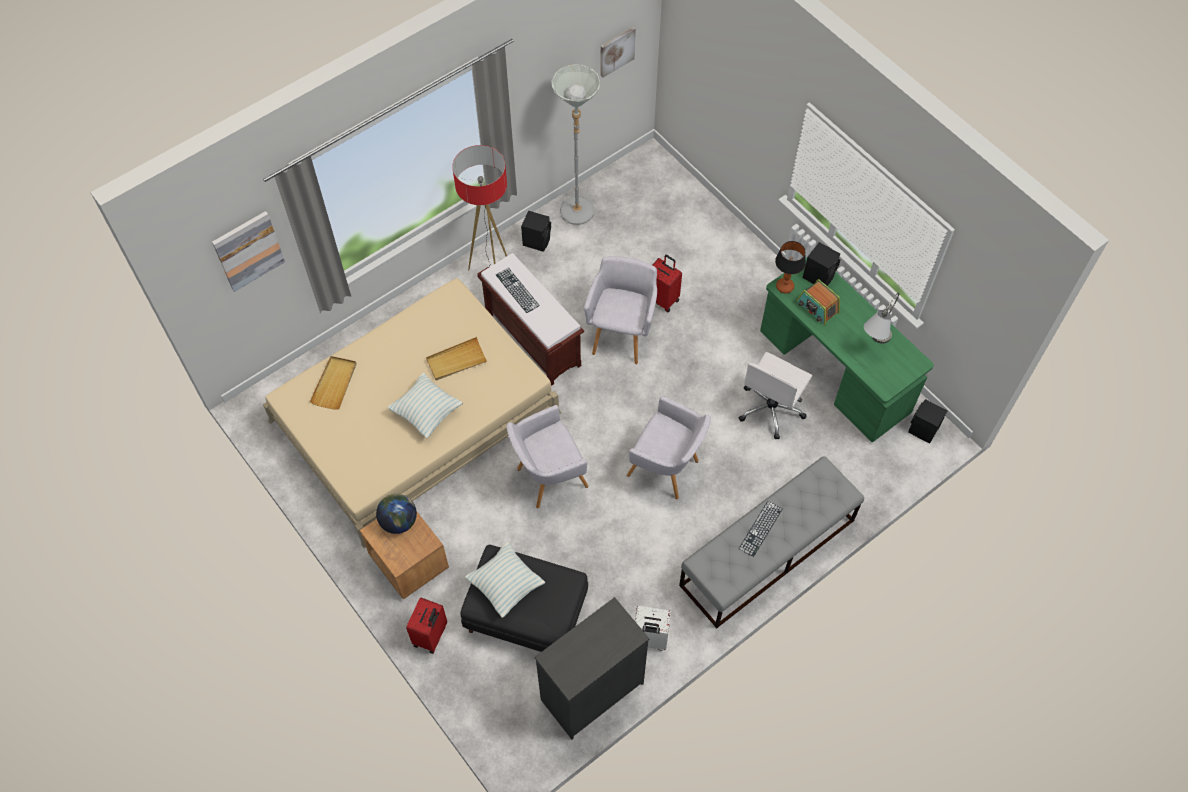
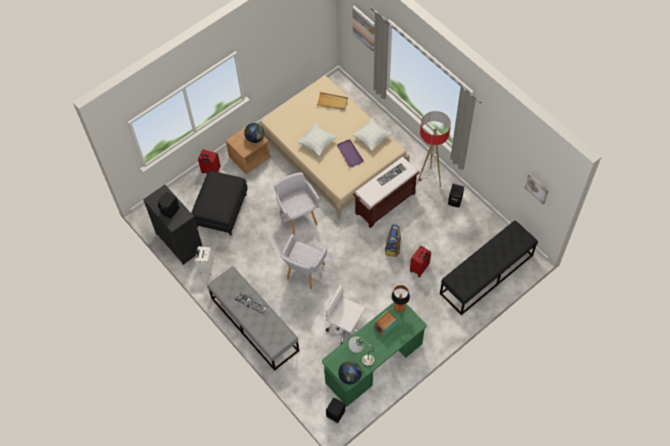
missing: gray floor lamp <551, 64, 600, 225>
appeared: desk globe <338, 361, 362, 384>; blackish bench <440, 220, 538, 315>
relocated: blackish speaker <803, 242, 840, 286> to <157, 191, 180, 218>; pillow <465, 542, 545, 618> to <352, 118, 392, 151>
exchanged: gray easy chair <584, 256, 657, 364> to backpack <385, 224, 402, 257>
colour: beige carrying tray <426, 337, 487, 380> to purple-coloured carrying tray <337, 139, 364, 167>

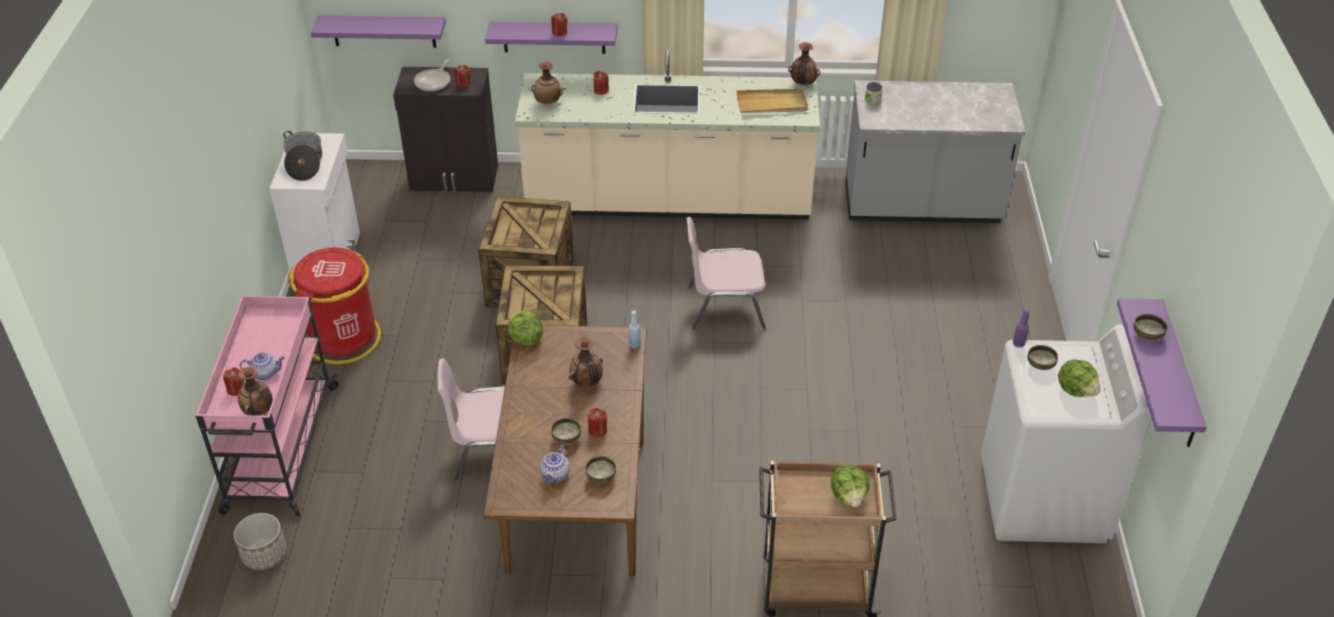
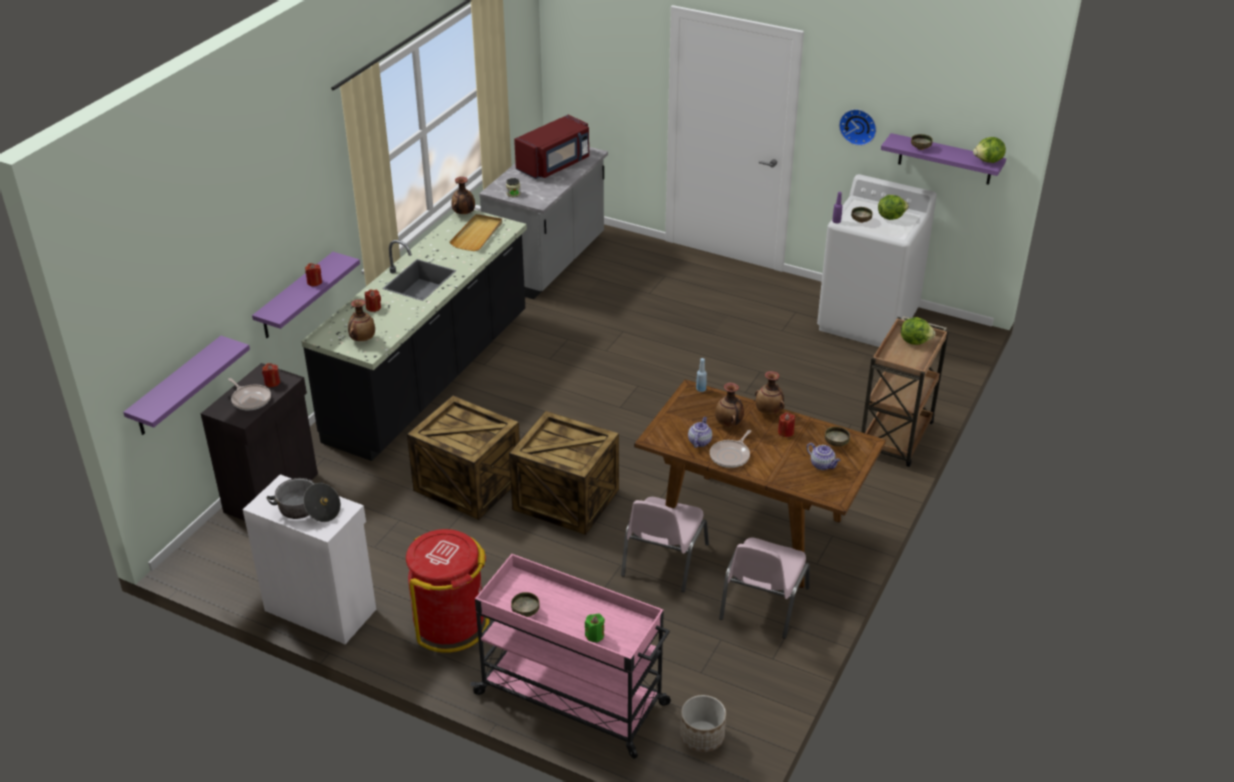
appeared: reddish microwave oven <514, 115, 589, 179>; skillet <710, 430, 751, 468>; hanging clock <839, 109, 877, 146>
relocated: serving bowl <551, 418, 581, 444> to <511, 592, 540, 617>; teapot <239, 352, 285, 380> to <688, 417, 712, 448>; pink-coloured upright chair <687, 217, 766, 329> to <719, 538, 810, 638>; decorative vase <238, 367, 273, 416> to <755, 371, 785, 415>; lettuce <508, 311, 543, 346> to <973, 137, 1006, 163>
colour: beige kitchen counter <515, 49, 820, 220> to blackish kitchen counter <301, 210, 527, 461>; reddish wax candle <223, 367, 244, 396> to greenish wax candle <585, 613, 605, 642>

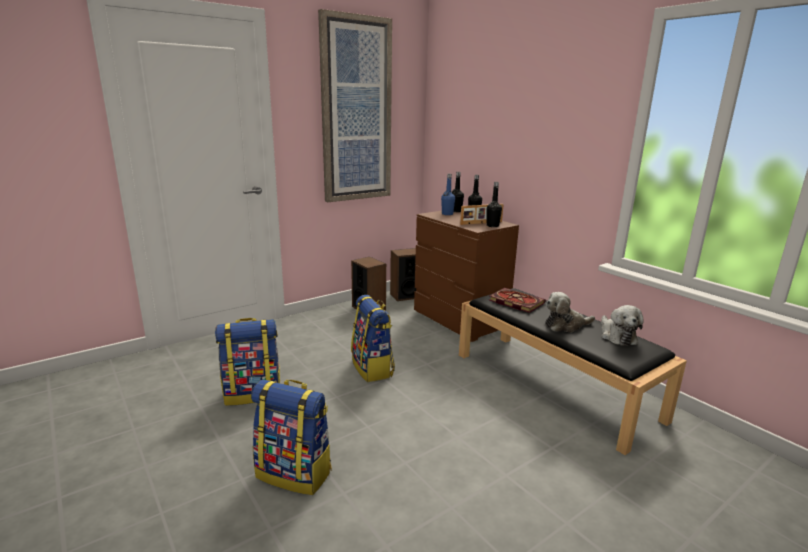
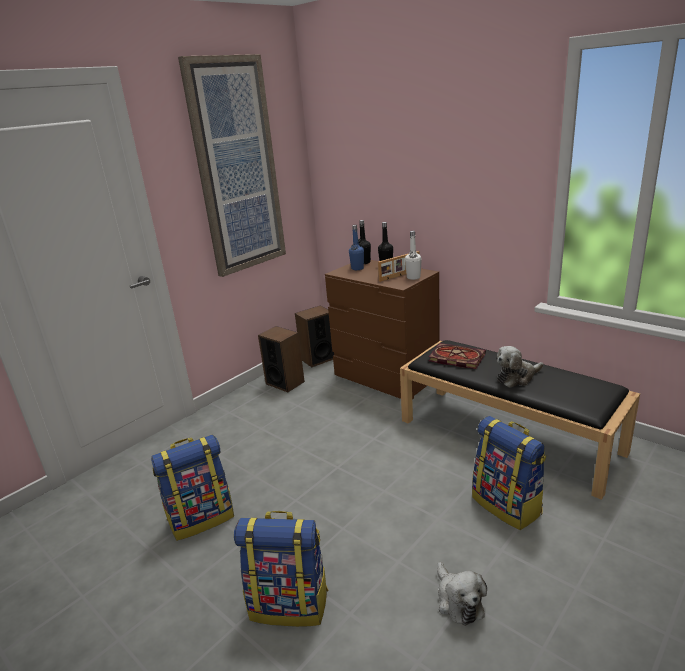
relocated: cuddly toy <601, 305, 644, 346> to <437, 562, 487, 626>; backpack <351, 295, 395, 382> to <472, 416, 546, 530>
colour: blackish beverage bottle <487, 182, 502, 227> to whitish beverage bottle <405, 231, 422, 280>

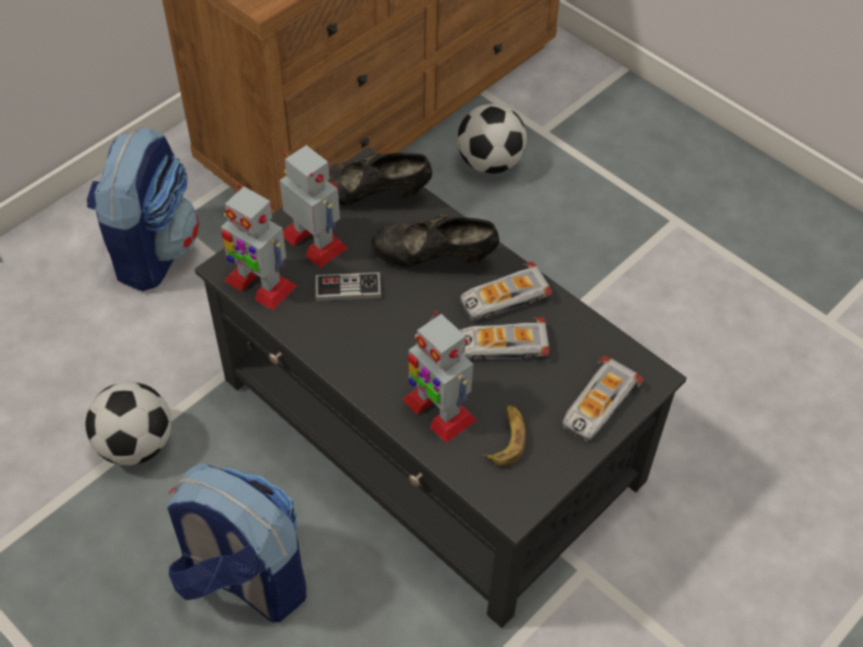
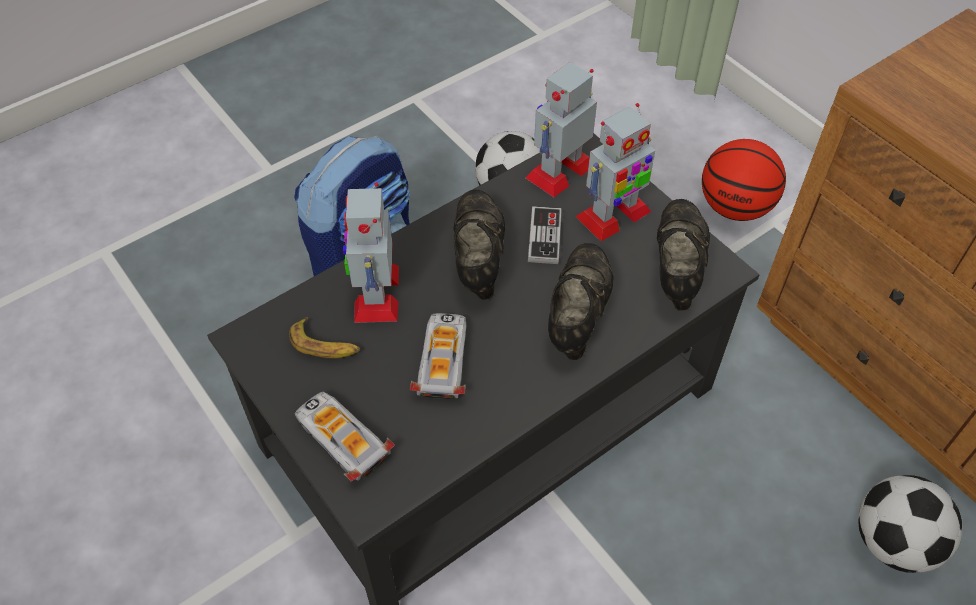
missing: toy car <460, 262, 552, 321>
appeared: blackish low shoe <453, 190, 505, 300>
exchanged: backpack <87, 127, 199, 291> to basketball <702, 139, 786, 221>
spun: model robot <402, 311, 477, 443> = <343, 182, 399, 323> 60 degrees counterclockwise

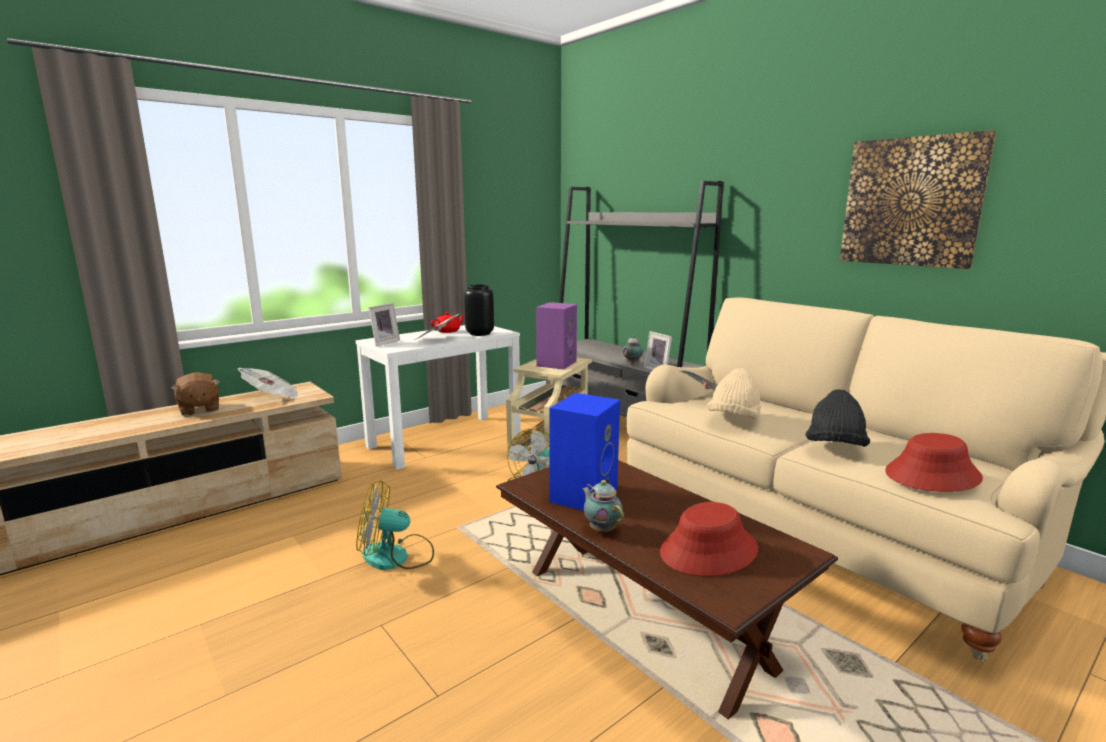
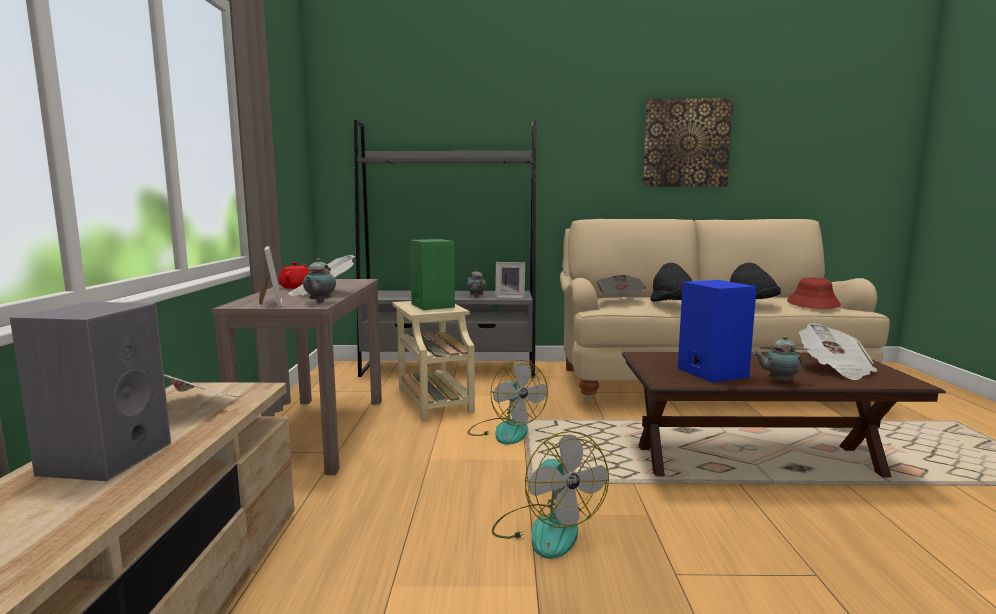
missing: blackish decorative vase <464, 284, 494, 336>
appeared: teapot <303, 258, 336, 303>
exchanged: brown-coloured cuddly toy <171, 372, 220, 416> to gray speaker <10, 302, 171, 481>; reddish hat <660, 502, 758, 576> to daily paper <799, 323, 877, 380>
colour: whitish hall table <355, 325, 521, 470> to brown-coloured hall table <212, 279, 382, 475>; purple-coloured speaker <536, 302, 577, 369> to greenish speaker <410, 239, 455, 310>; beige hat <707, 368, 761, 419> to blackish hat <650, 263, 692, 302>
spun: electric fan <356, 480, 434, 570> = <492, 431, 609, 559> 60 degrees counterclockwise

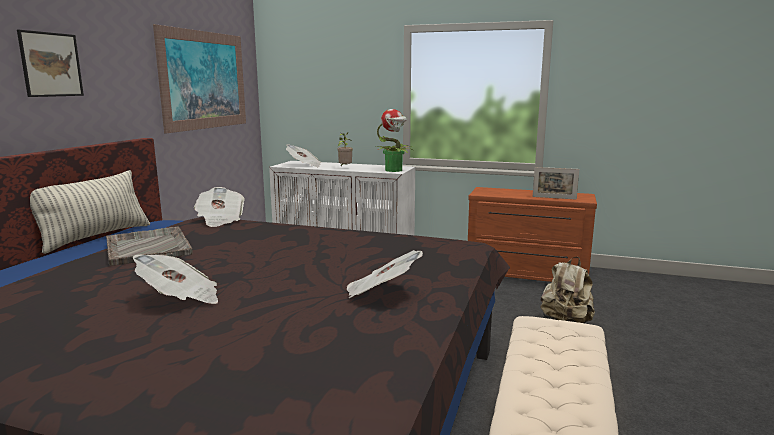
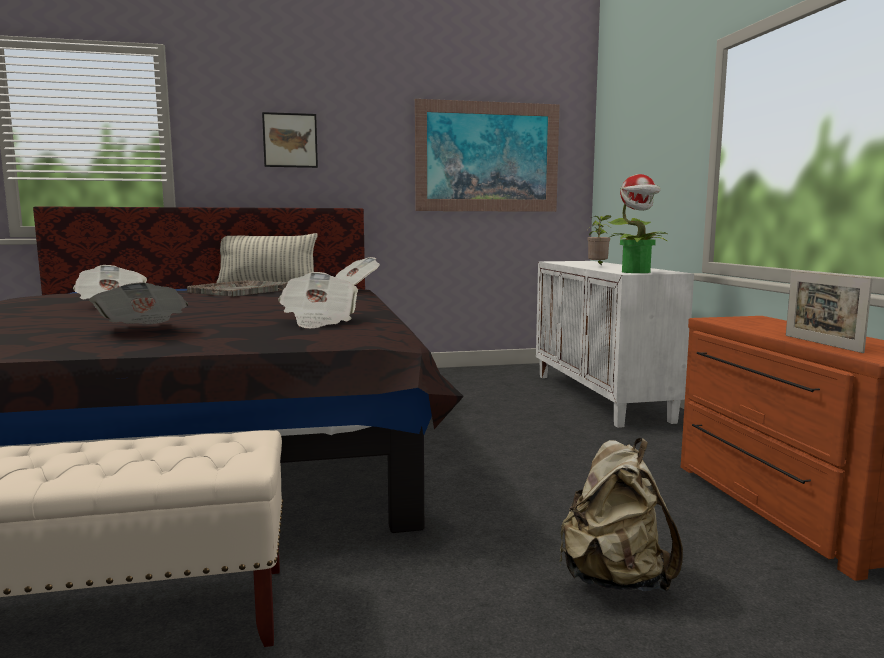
relocated: daily paper <286, 144, 321, 167> to <278, 272, 358, 328>

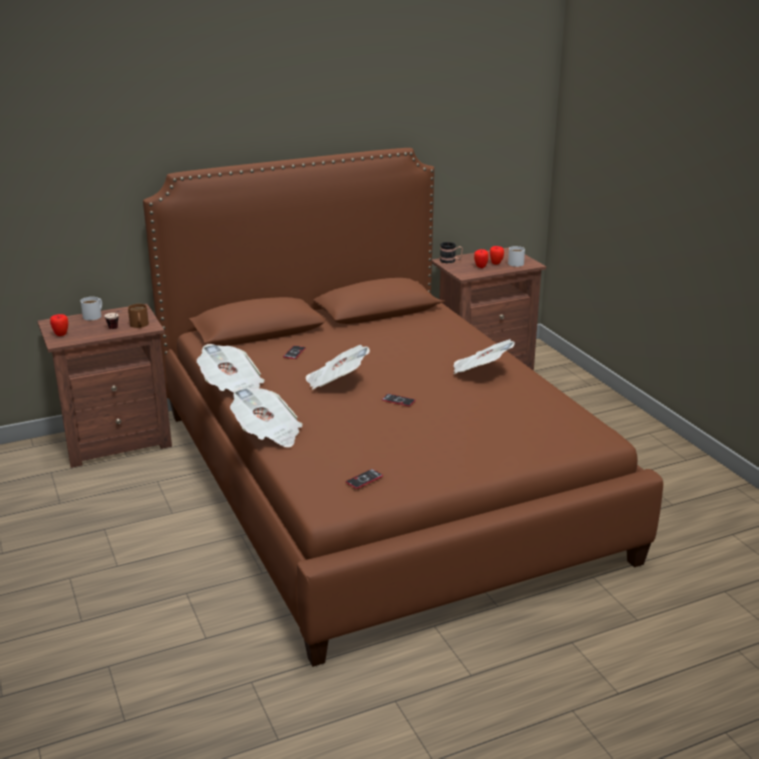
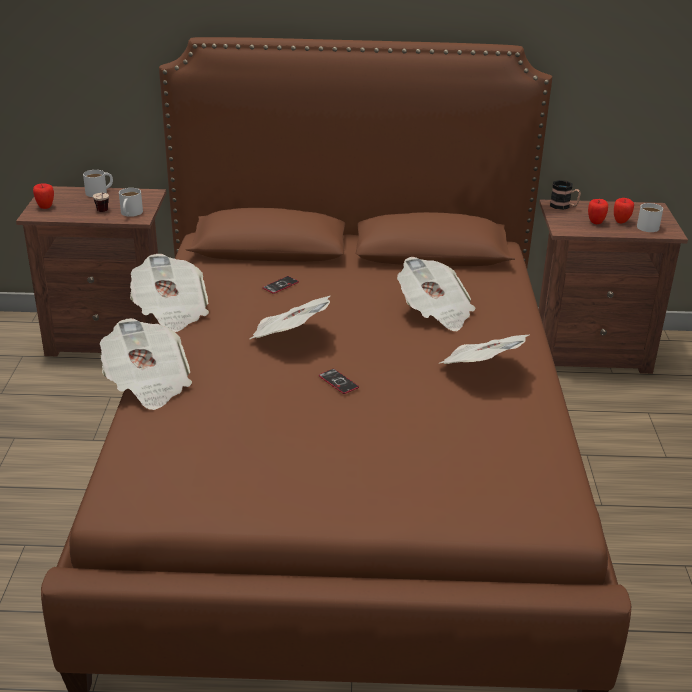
missing: phone <346, 469, 383, 489>
appeared: daily paper <397, 257, 475, 331>
colour: brown-coloured tea mug <128, 304, 149, 328> to whitish tea mug <119, 188, 143, 217>

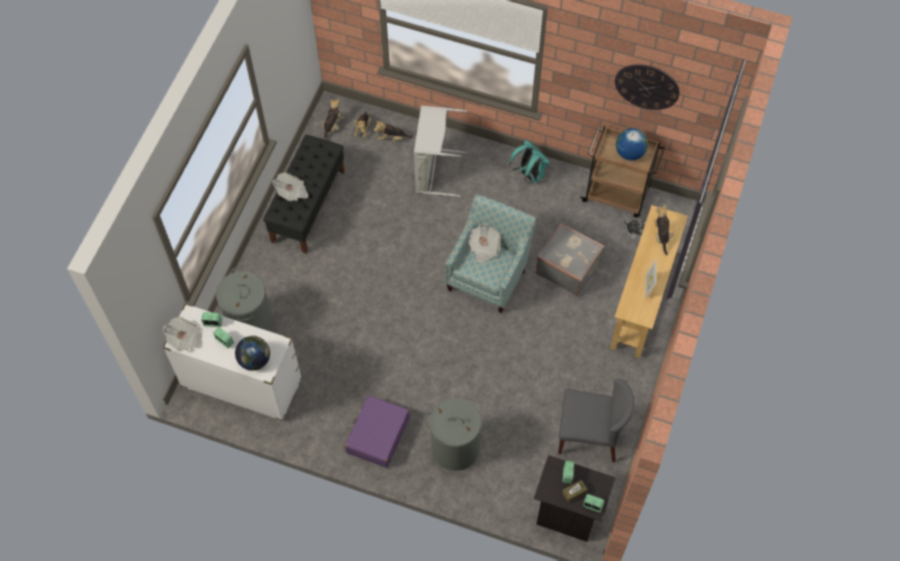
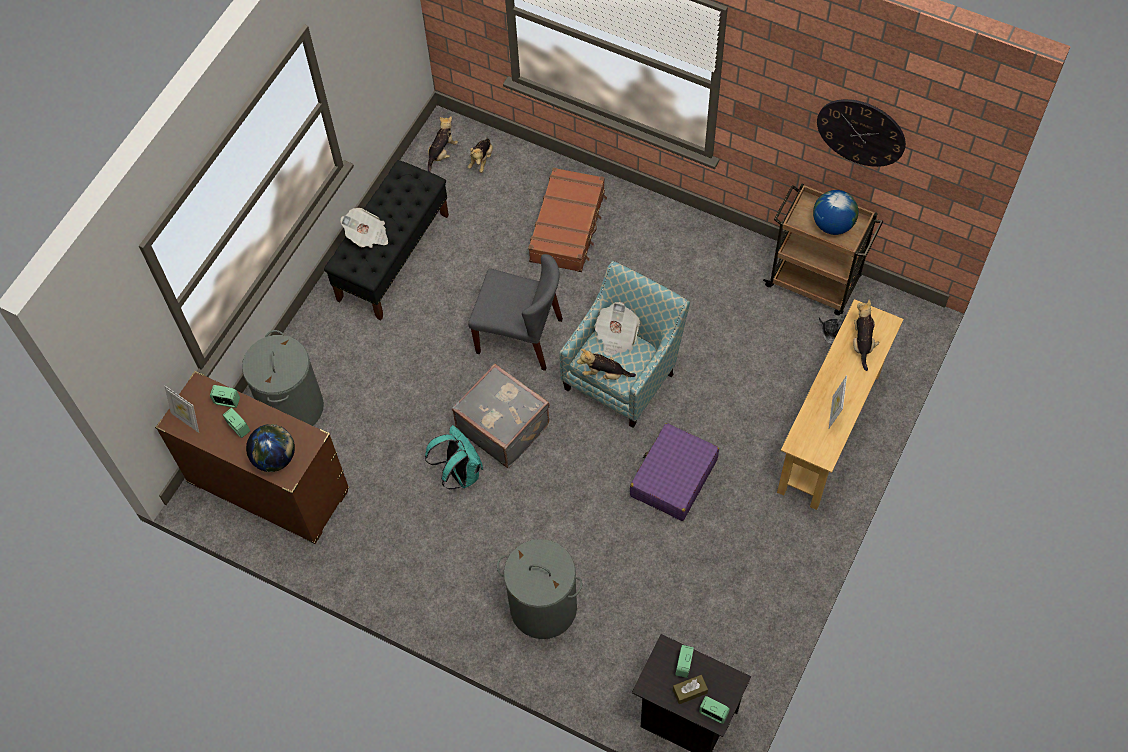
relocated: turquoise backpack <509, 140, 550, 183> to <425, 425, 483, 490>; gray suitcase <536, 223, 605, 296> to <452, 363, 550, 468>; gray upright chair <558, 379, 634, 462> to <468, 254, 563, 371>; cuddly toy <374, 121, 413, 141> to <577, 349, 636, 380>; purple-coloured suitcase <345, 395, 410, 468> to <630, 423, 719, 521>
exchanged: daily paper <163, 317, 203, 351> to photo frame <165, 386, 199, 433>; gray laundry basket <414, 105, 467, 197> to brown-coloured suitcase <528, 167, 607, 272>
colour: whitish drawer chest <163, 303, 302, 421> to brown-coloured drawer chest <155, 371, 349, 544>

